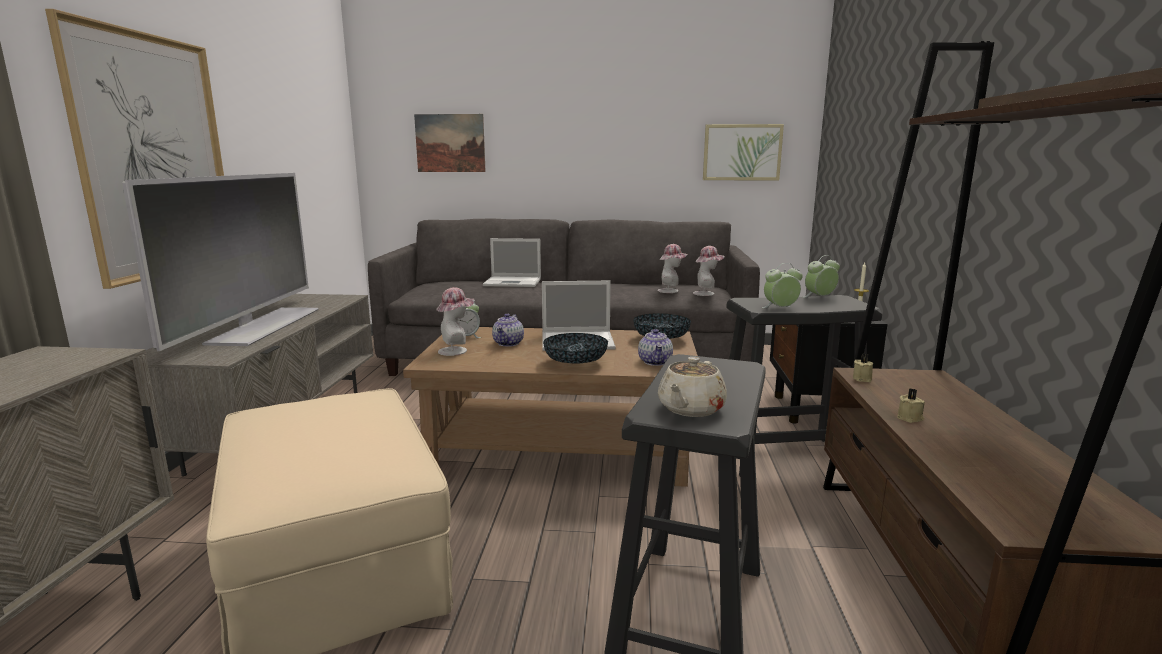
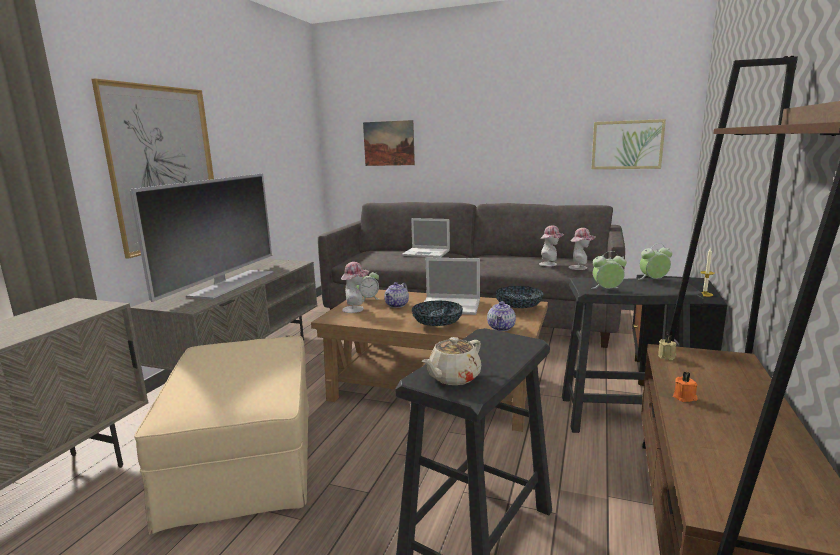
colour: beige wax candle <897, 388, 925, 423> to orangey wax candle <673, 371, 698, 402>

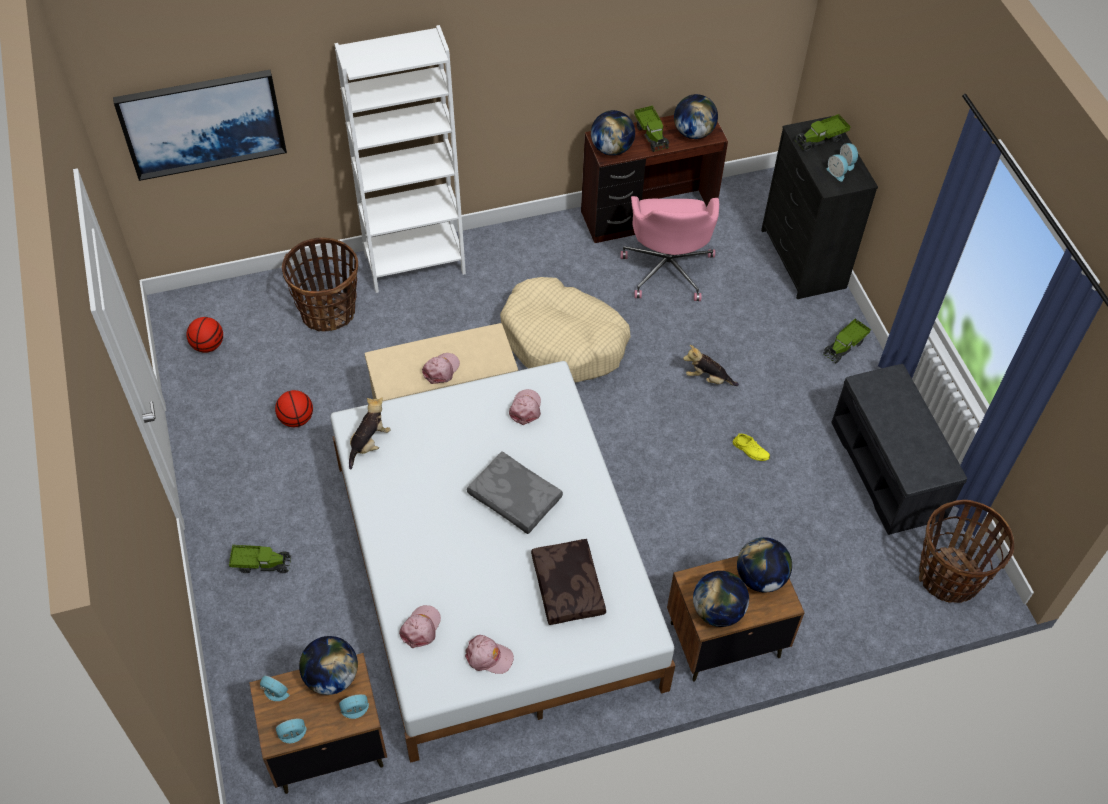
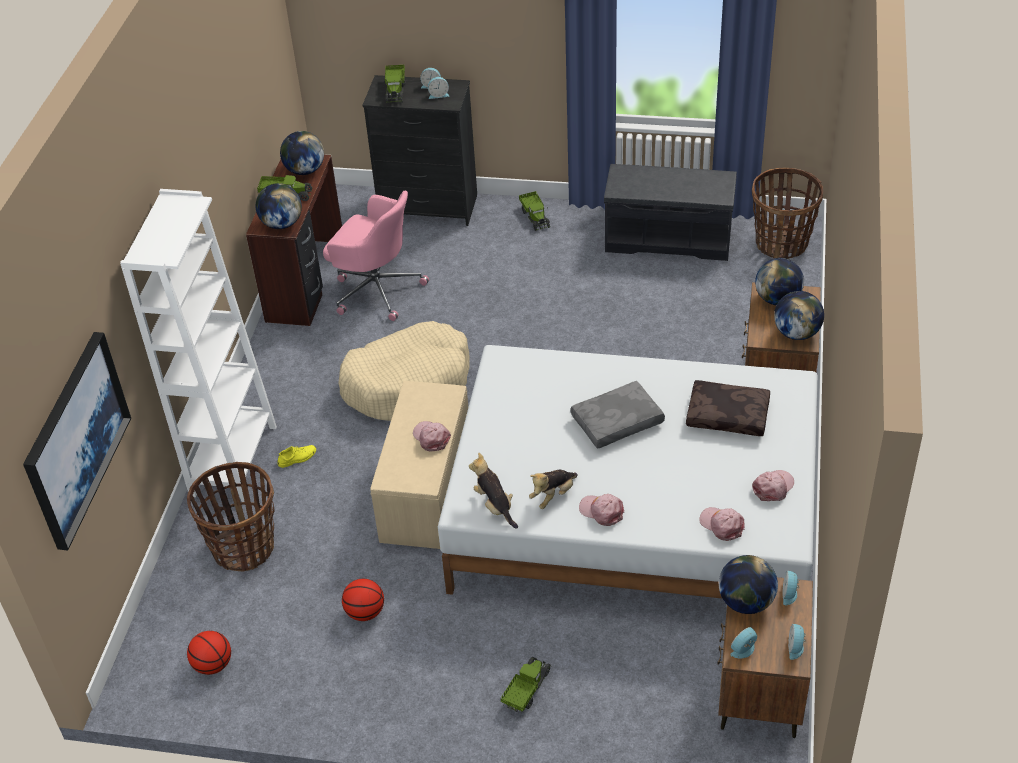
relocated: yellow-coloured low shoe <733, 434, 770, 461> to <277, 445, 316, 468>; cuddly toy <683, 345, 739, 386> to <529, 470, 578, 509>; pink-coloured peaked cap <509, 389, 541, 425> to <579, 494, 624, 526>

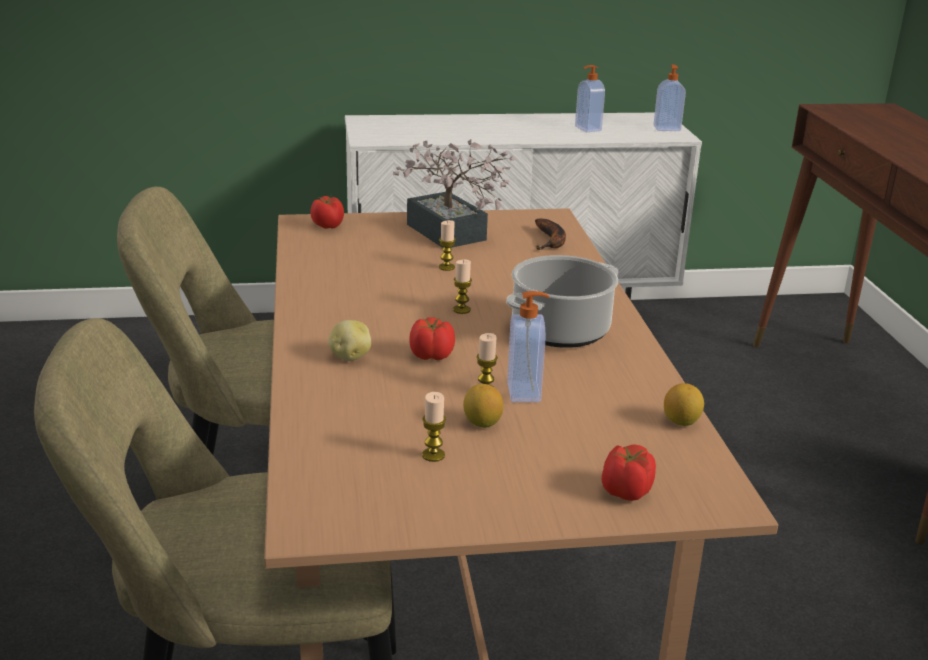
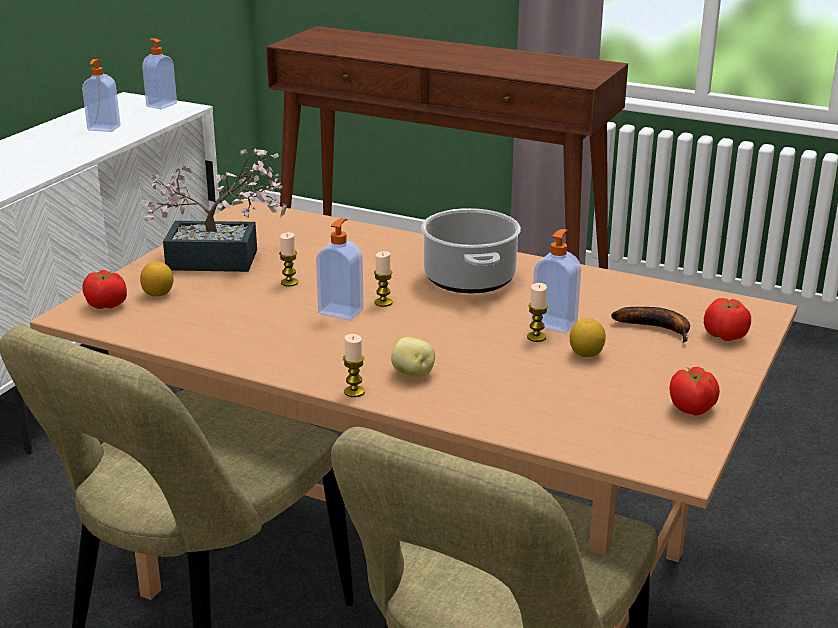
appeared: soap bottle <316, 218, 364, 321>
relocated: whole lemon <664, 383, 704, 426> to <140, 261, 174, 296>; wax candle <422, 392, 446, 462> to <343, 334, 365, 397>; banana <535, 218, 566, 250> to <611, 307, 690, 343>; whole tomato <409, 317, 455, 360> to <670, 367, 720, 416>

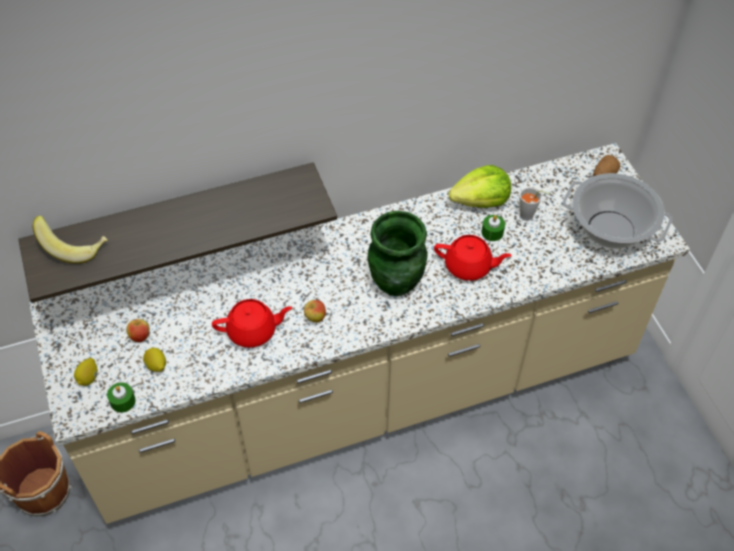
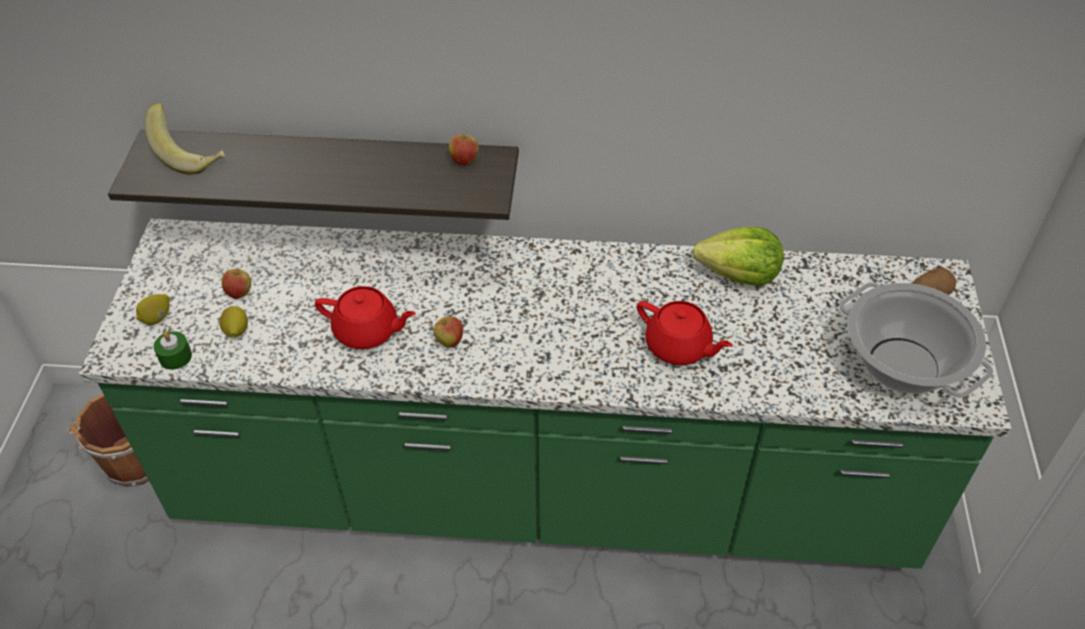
missing: greenish decorative vase <368, 211, 428, 296>; greenish wax candle <482, 215, 505, 241>; gray drinking cup <519, 187, 550, 221>
appeared: apple fruit <449, 130, 479, 166>
colour: beige kitchen counter <29, 143, 690, 524> to greenish kitchen counter <79, 218, 1011, 569>

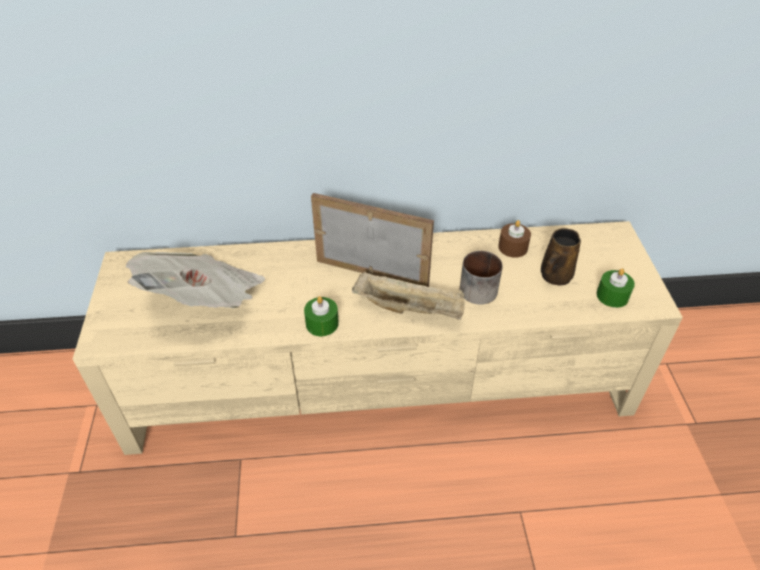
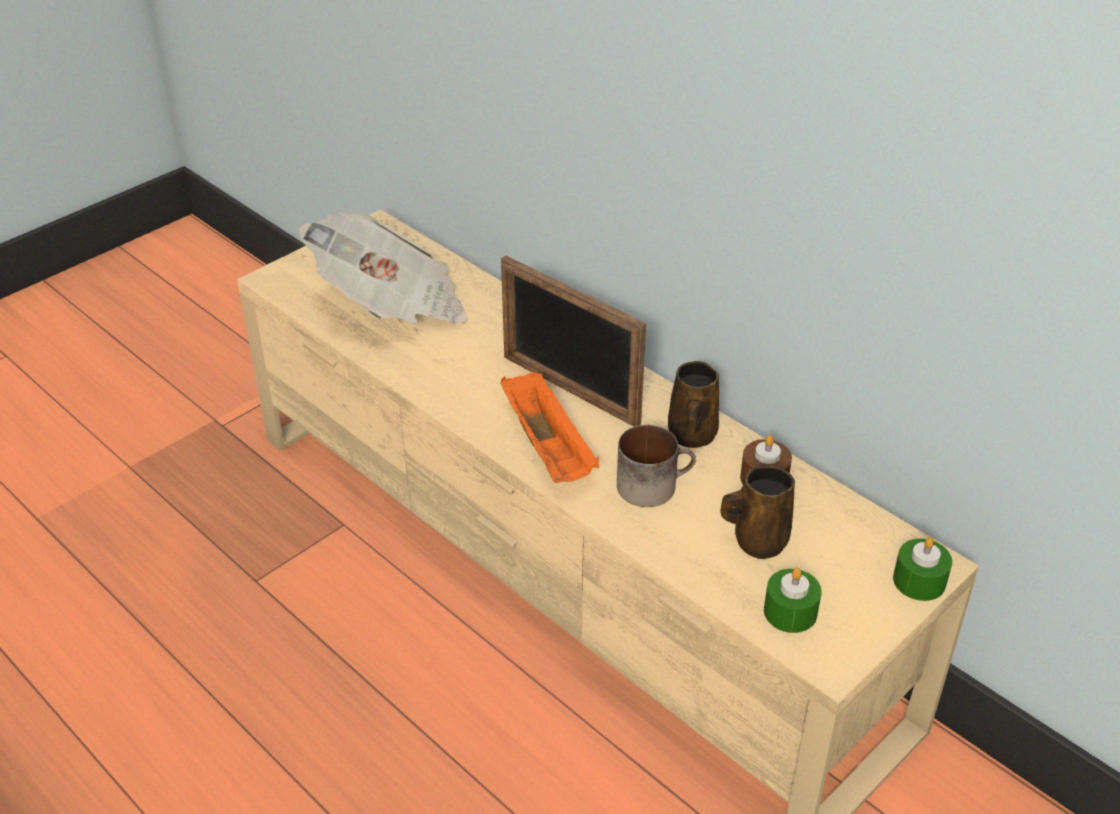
appeared: brown-coloured tea mug <668, 361, 719, 448>
relocated: greenish wax candle <304, 296, 339, 336> to <893, 537, 952, 601>
colour: beige carrying tray <352, 271, 465, 320> to orangey carrying tray <500, 372, 599, 483>
spun: photo frame <311, 193, 434, 287> = <501, 256, 646, 426> 150 degrees clockwise

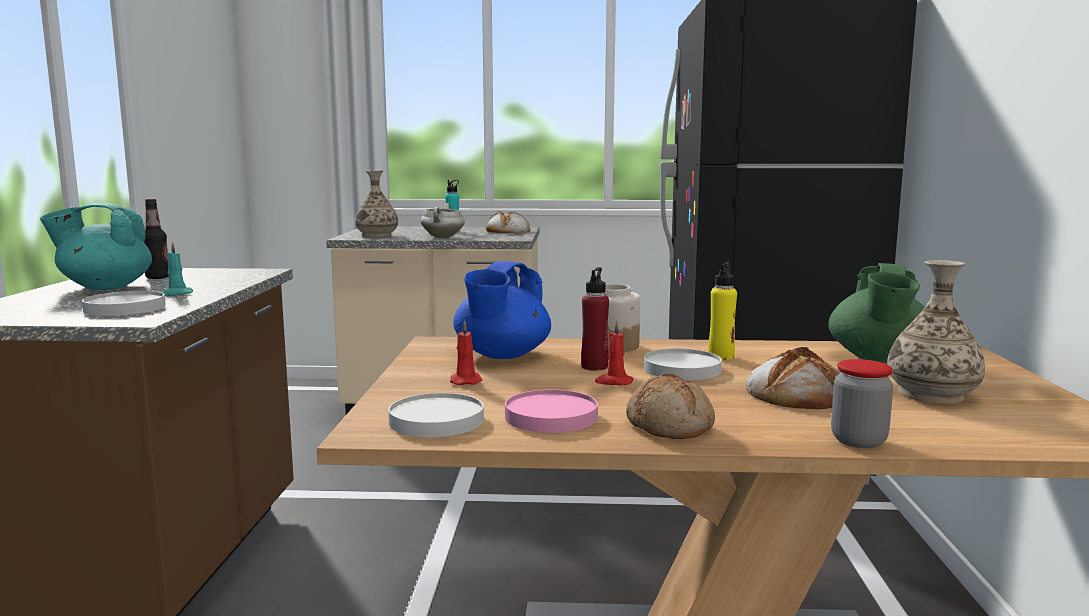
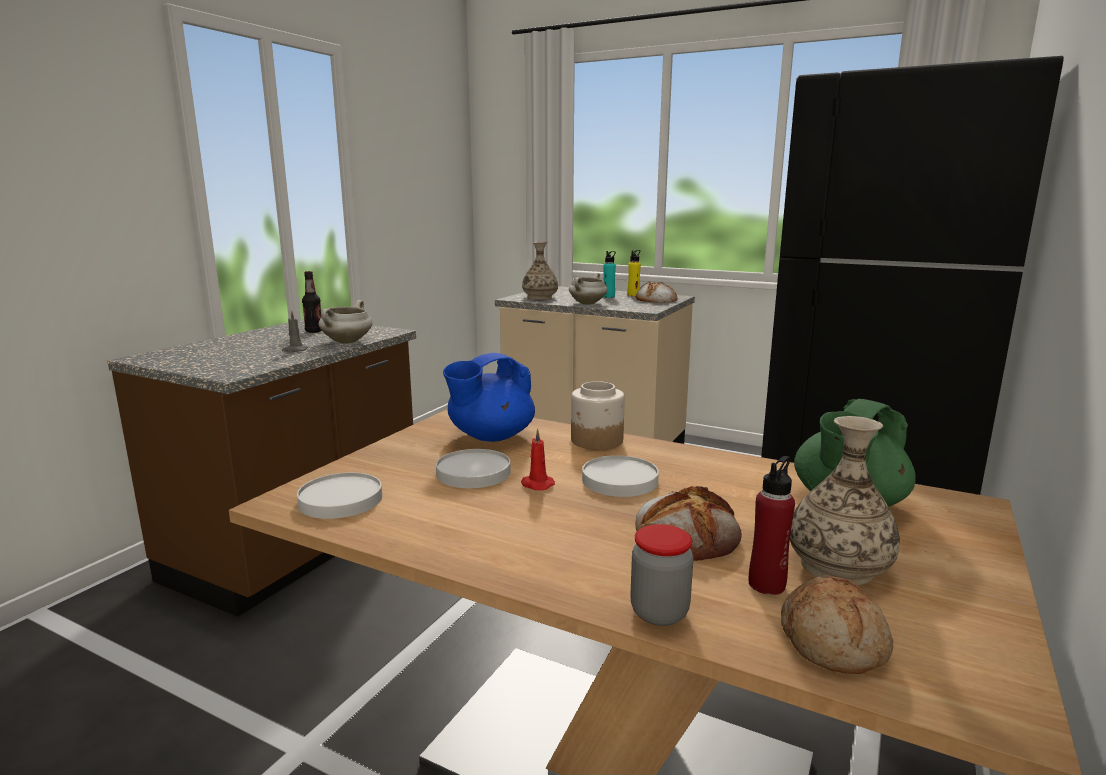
missing: turquoise teapot <40, 203, 152, 290>; reddish wax candle <450, 320, 482, 385>; pink-coloured dinner plate <505, 389, 598, 433>
appeared: whitish cooking pot <319, 300, 373, 344>
relocated: whitish dinner plate <82, 291, 166, 316> to <436, 449, 511, 488>; yellow-coloured beverage bottle <708, 262, 737, 360> to <628, 250, 641, 296>; reddish beverage bottle <581, 267, 609, 371> to <749, 456, 795, 595>; baked bread <626, 374, 715, 439> to <781, 576, 893, 674>
colour: turquoise wax candle <161, 242, 193, 296> to gray wax candle <282, 310, 308, 352>

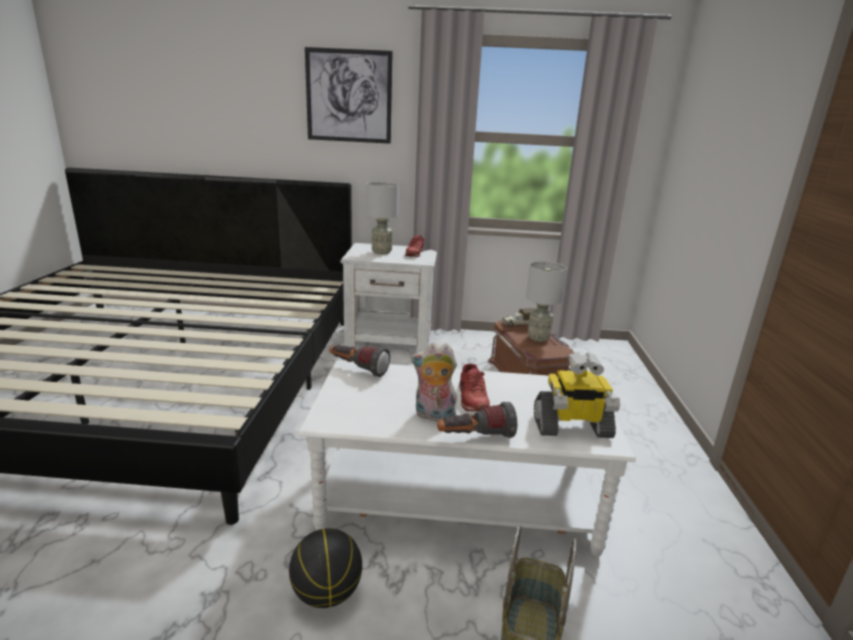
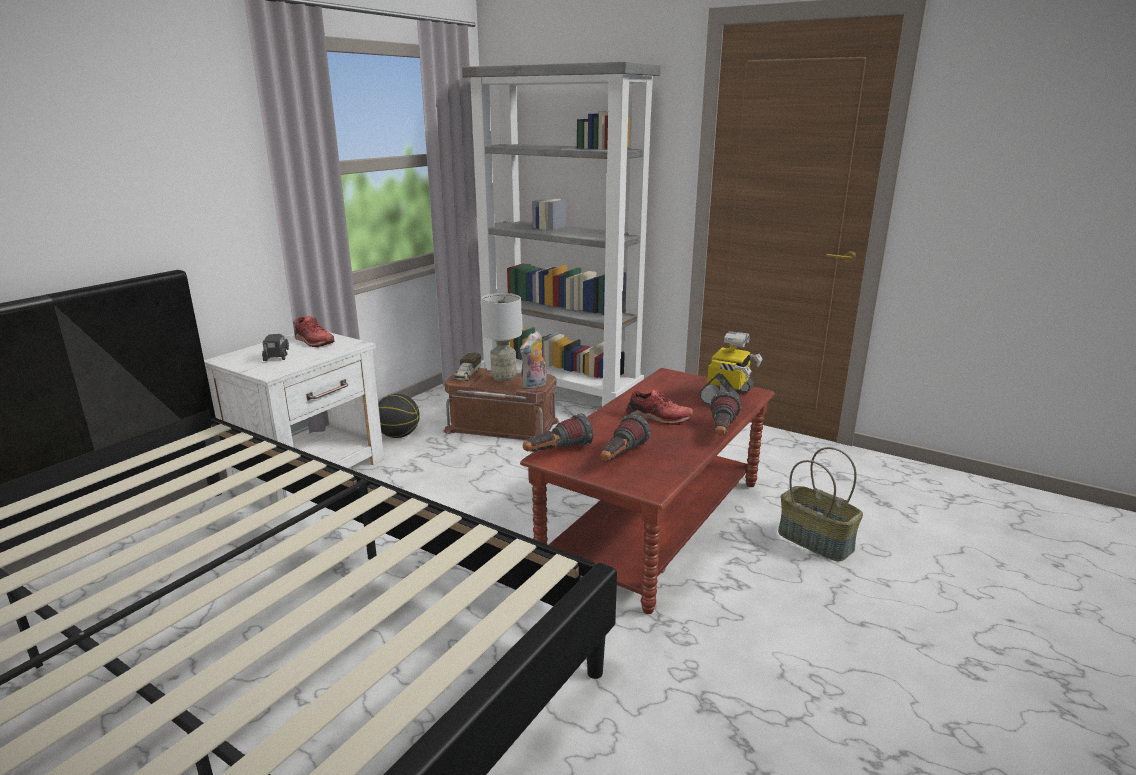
missing: picture <305, 47, 393, 144>
appeared: gray bookcase <462, 62, 661, 407>; flashlight <601, 414, 651, 461>
relocated: basketball <289, 528, 362, 608> to <378, 394, 420, 438>; cuddly toy <411, 343, 458, 422> to <520, 331, 547, 390>
exchanged: gray tabletop lamp <366, 182, 399, 254> to toy lorry <262, 334, 289, 361>
colour: whitish low table <299, 360, 636, 557> to brown-coloured low table <520, 368, 775, 614>

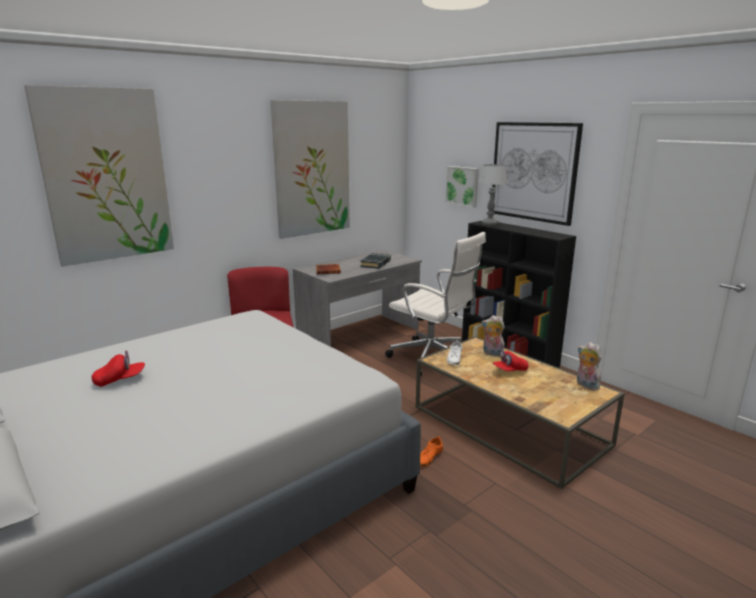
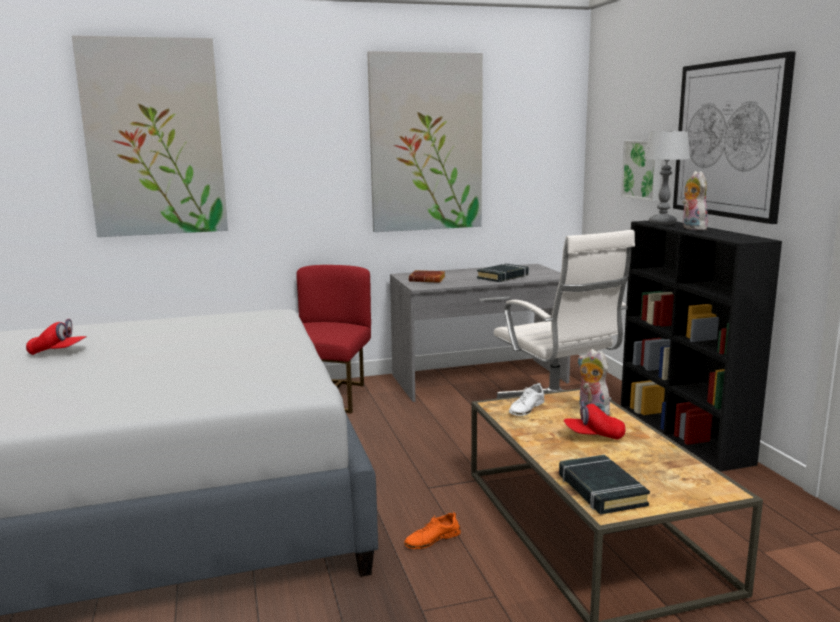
appeared: blackish book <559, 455, 650, 514>
relocated: cuddly toy <577, 342, 603, 390> to <682, 171, 708, 230>

